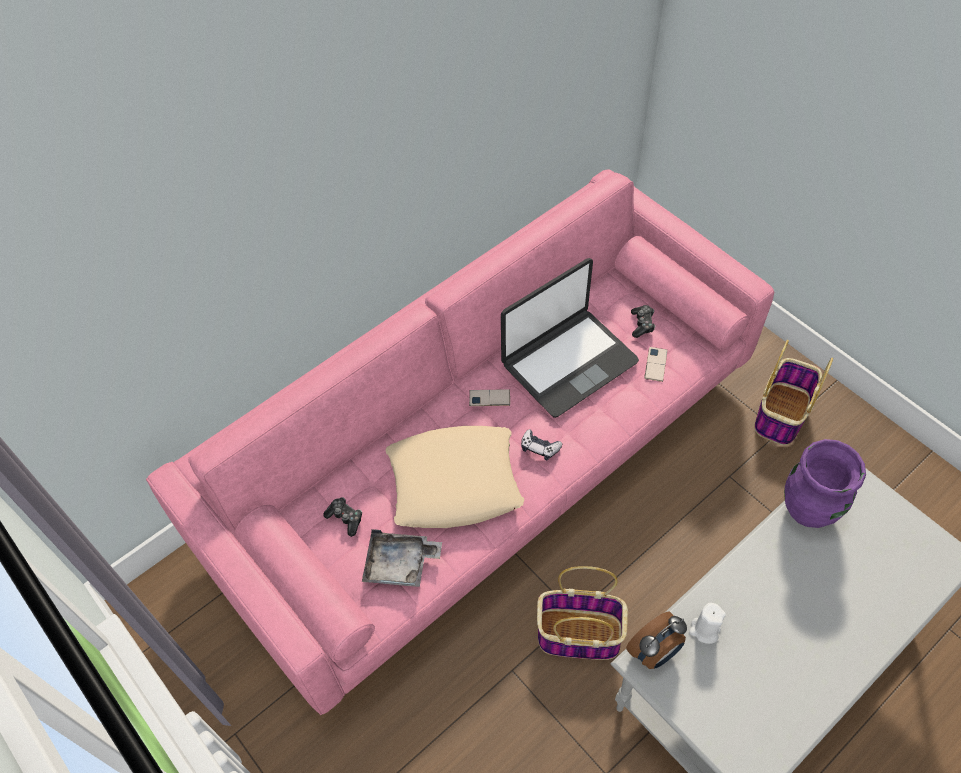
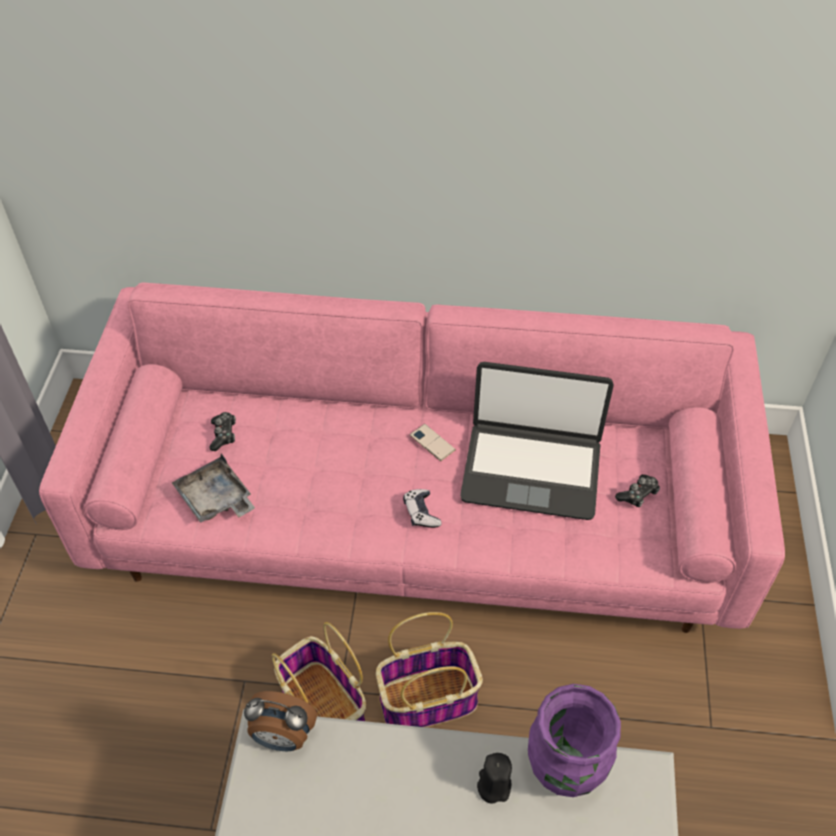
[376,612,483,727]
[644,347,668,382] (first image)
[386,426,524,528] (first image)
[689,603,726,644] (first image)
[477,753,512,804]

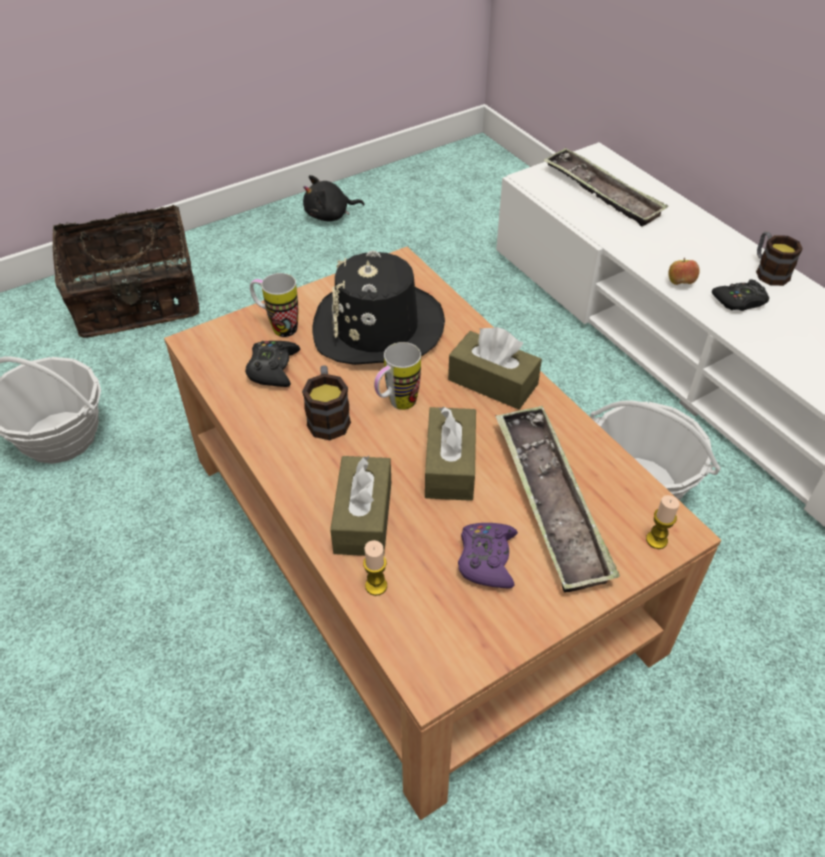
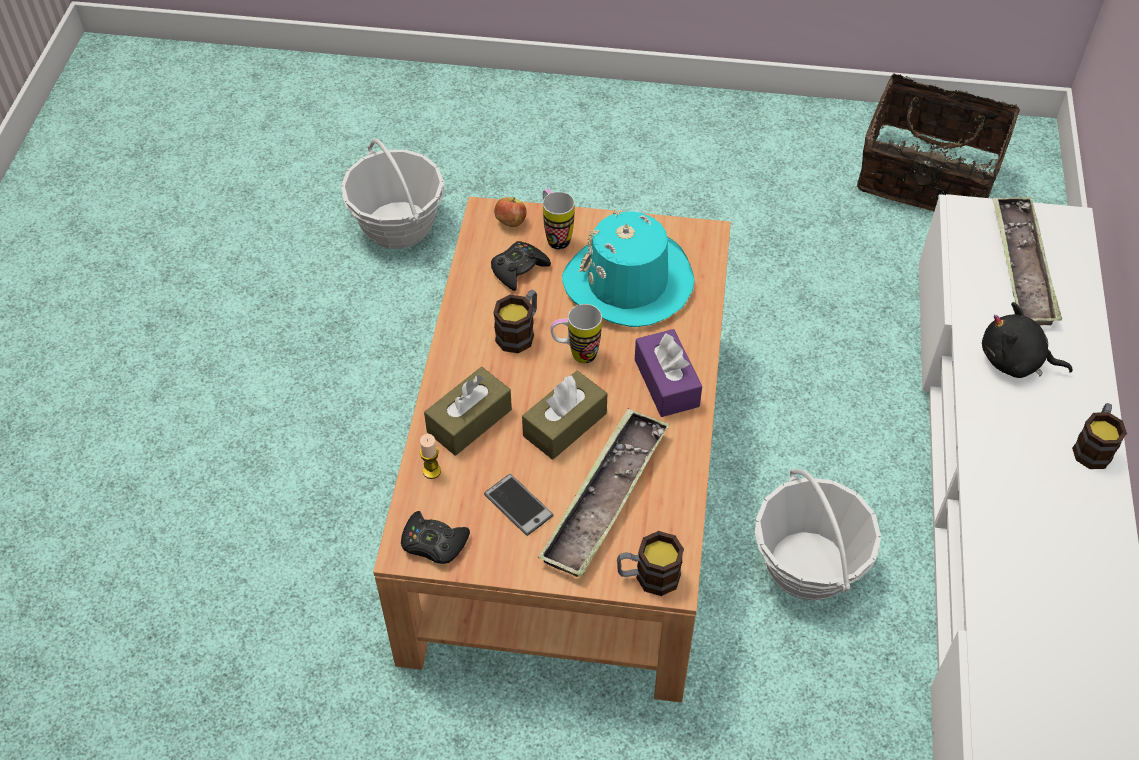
[982,302,1073,378]
[857,73,1020,211]
[562,209,695,327]
[494,197,527,227]
[401,511,470,564]
[635,329,702,417]
[617,531,684,596]
[484,474,554,536]

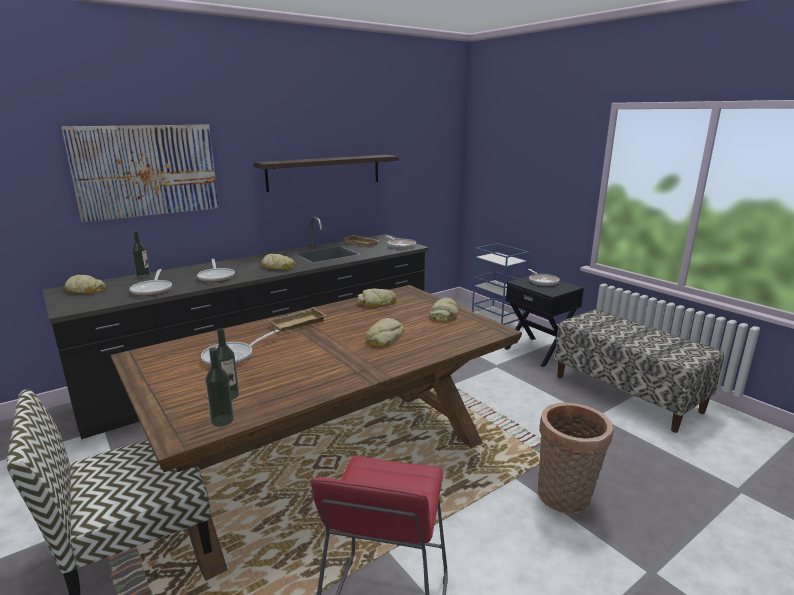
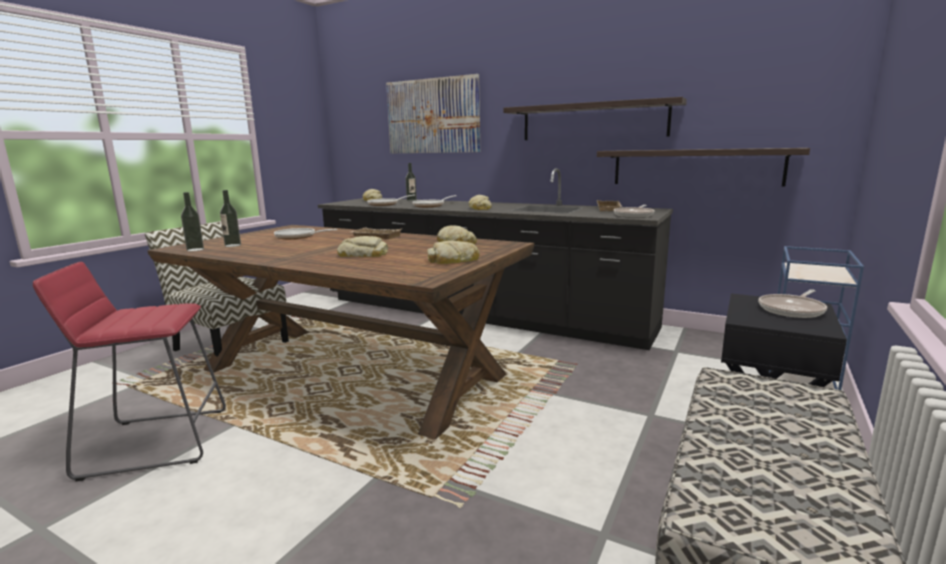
[537,402,613,514] (first image)
[597,148,810,187]

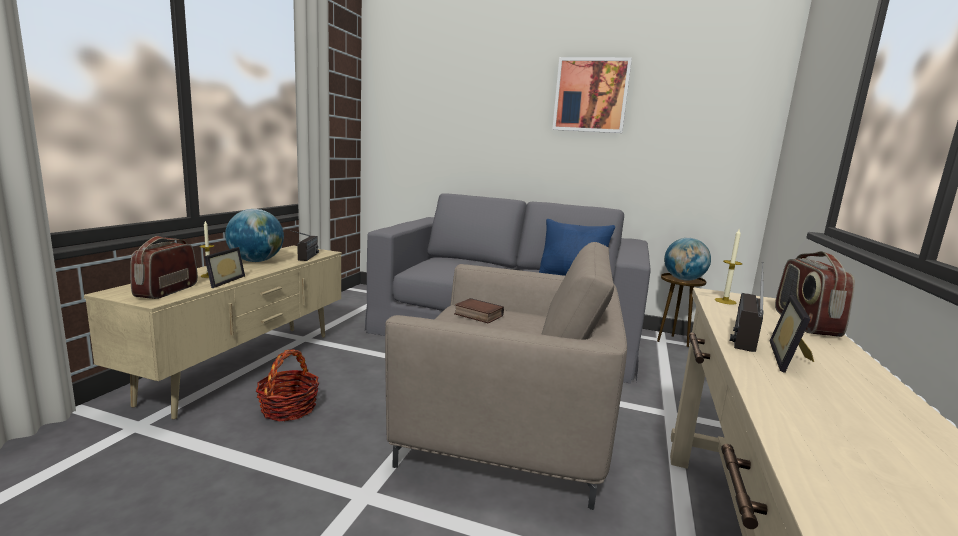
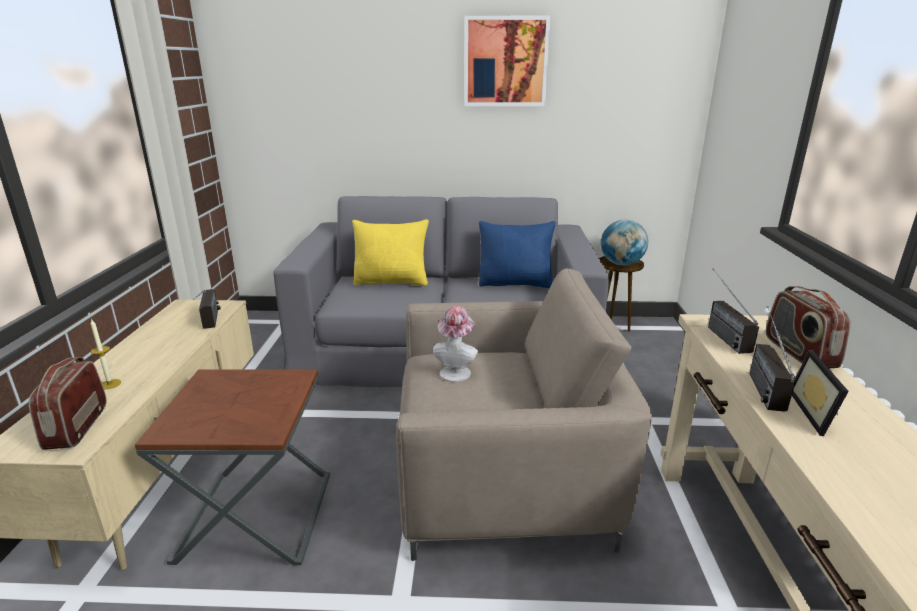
[225,209,284,262] (first image)
[708,269,759,354]
[204,247,245,288] (first image)
[433,306,478,382]
[135,369,330,565]
[352,219,429,286]

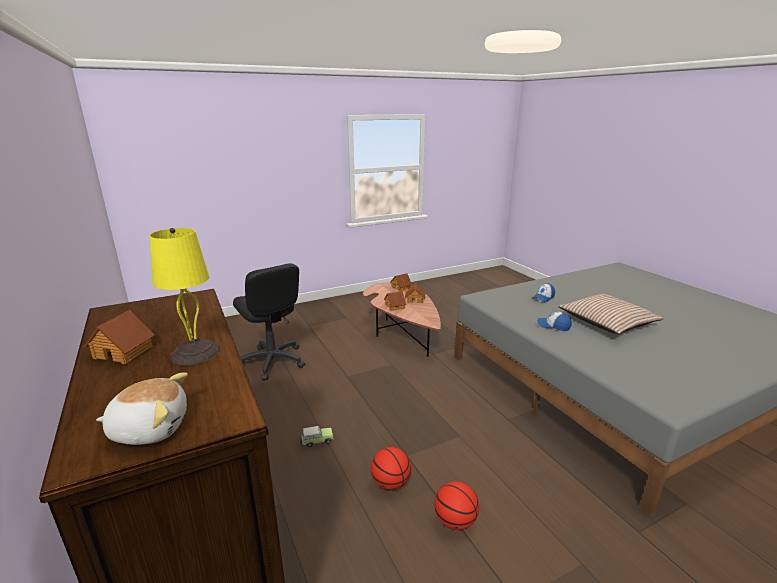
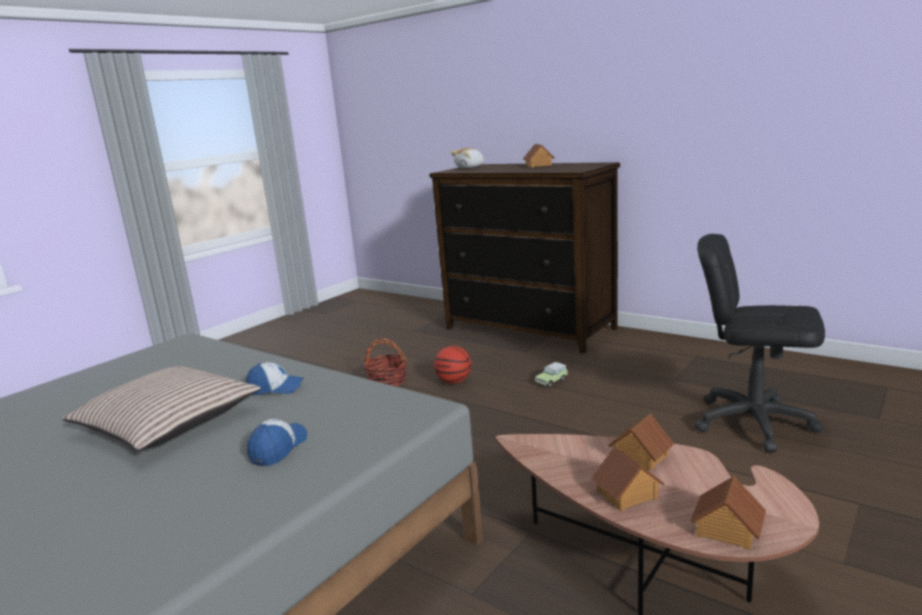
[149,228,220,365] (first image)
[364,339,407,386]

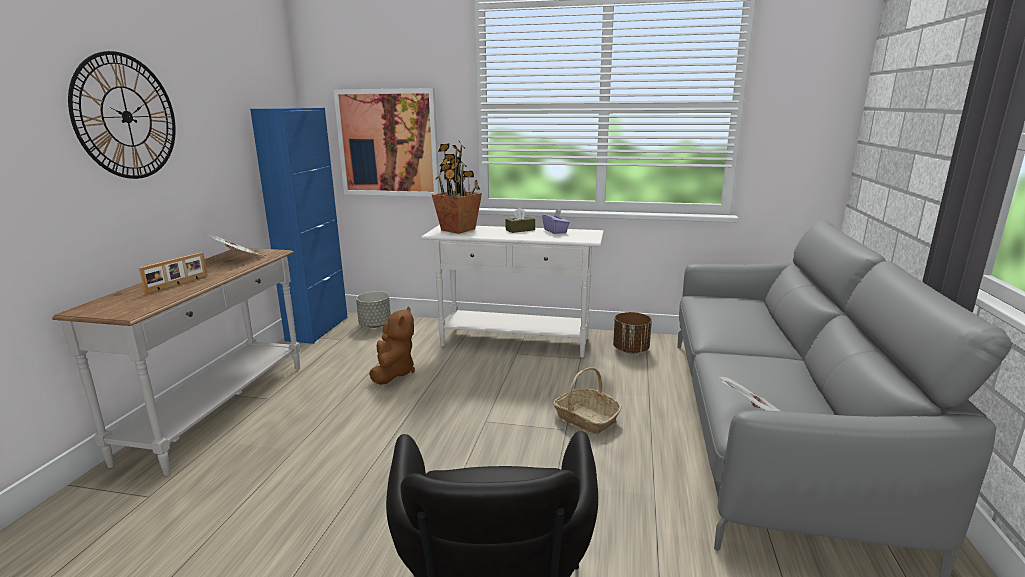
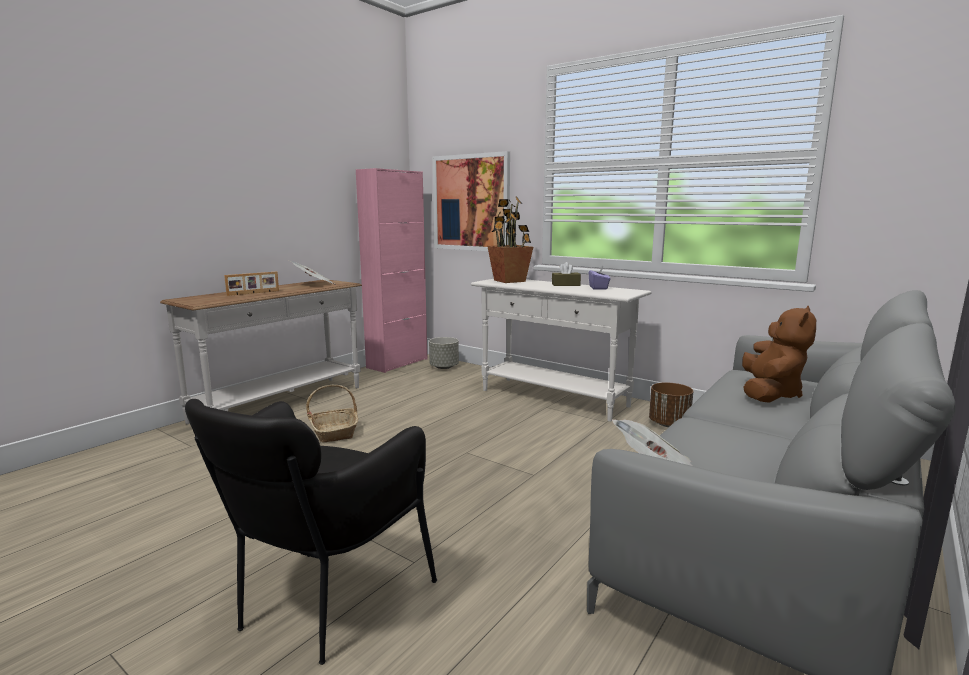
[68,51,176,179] (first image)
[356,168,427,373]
[742,306,816,403]
[306,385,358,443]

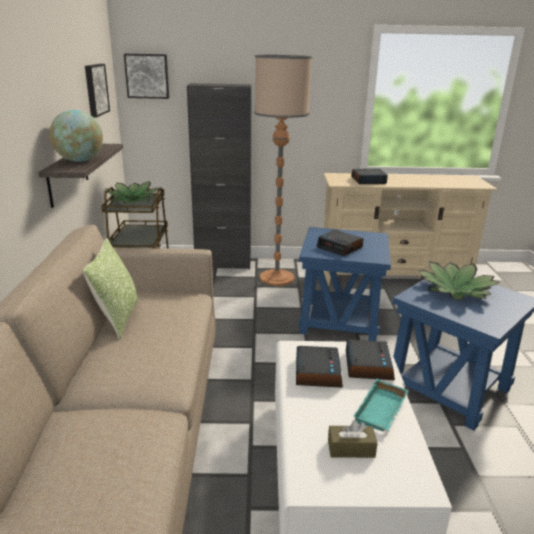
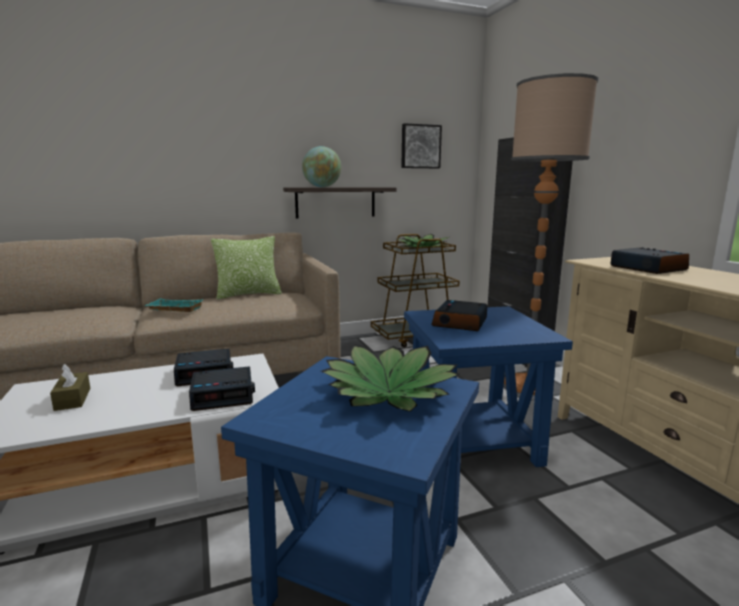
[124,54,169,99] (first image)
[144,299,203,312]

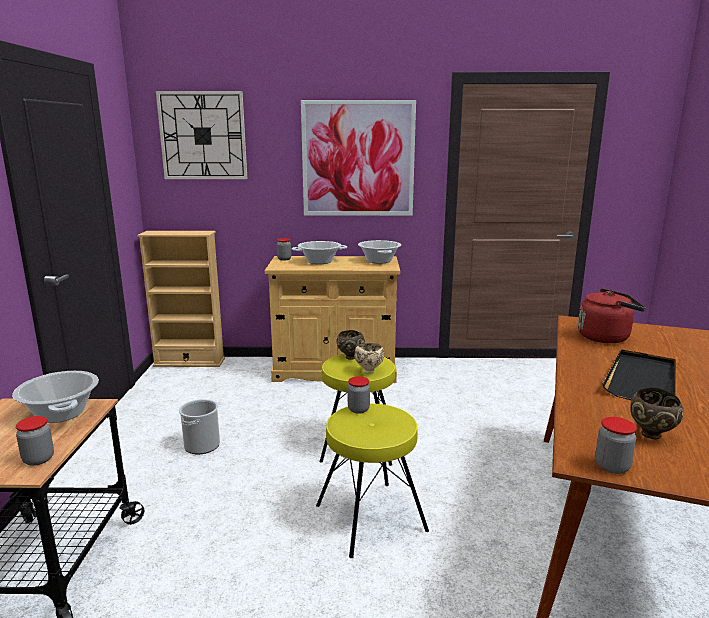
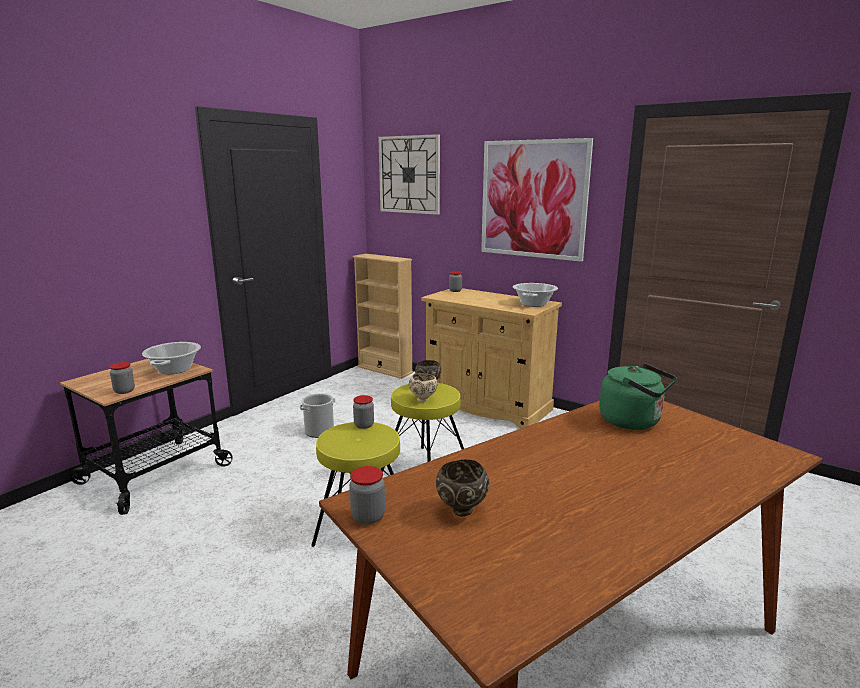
[292,241,347,264] (first image)
[599,363,677,430]
[602,349,677,400] (first image)

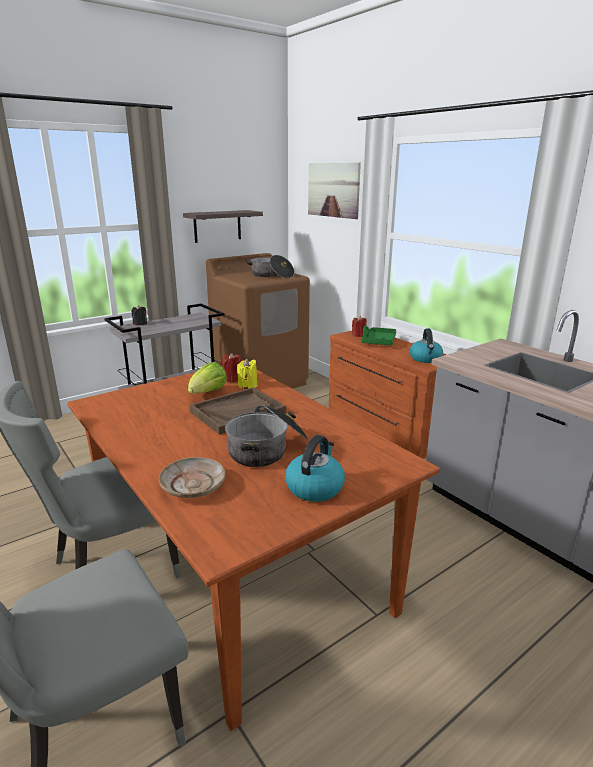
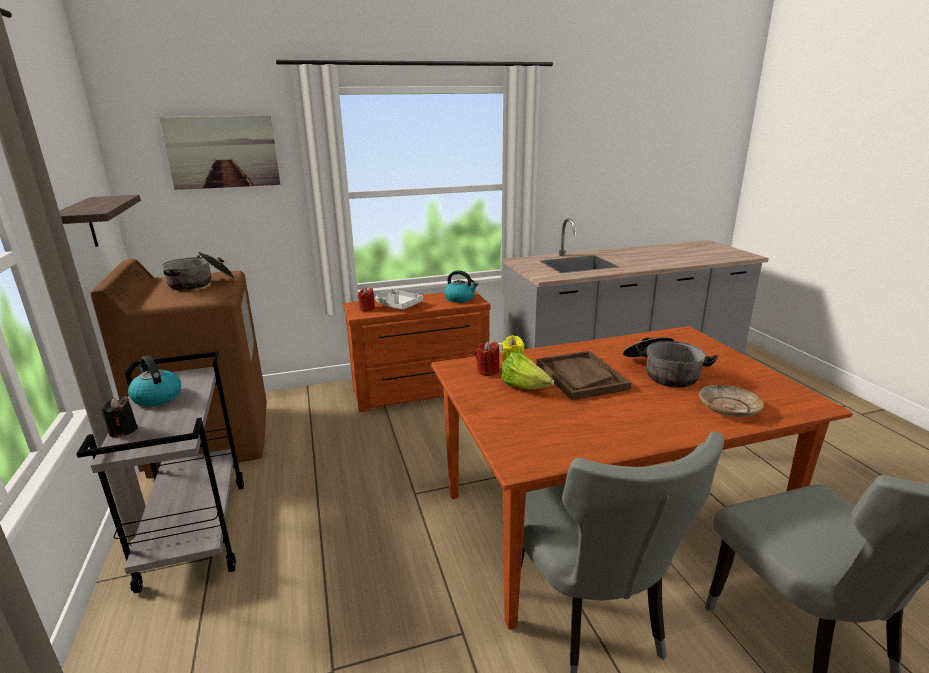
[375,289,423,310]
[128,355,181,407]

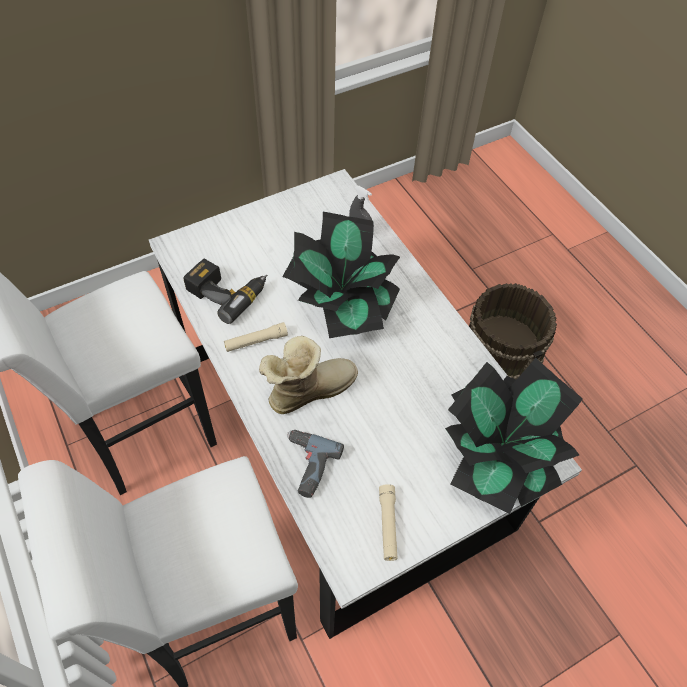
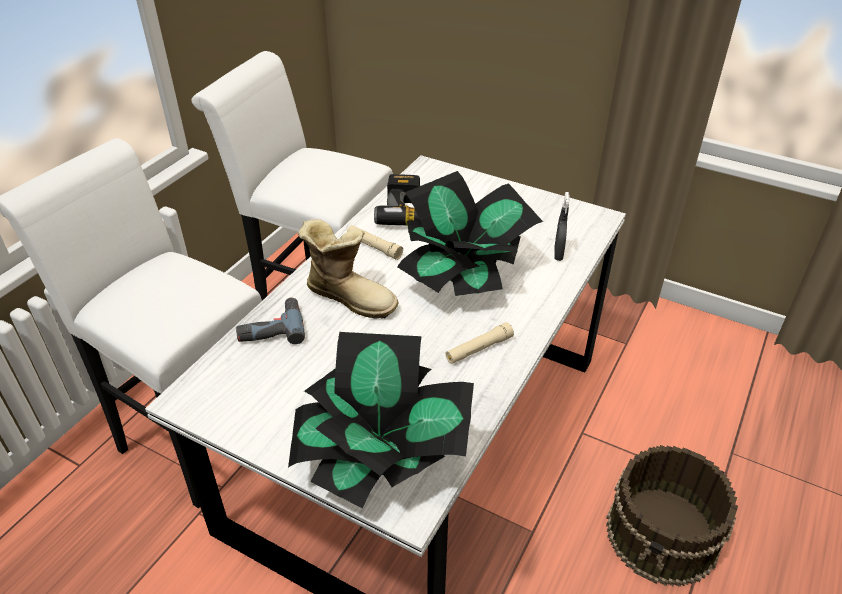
[446,322,514,364]

